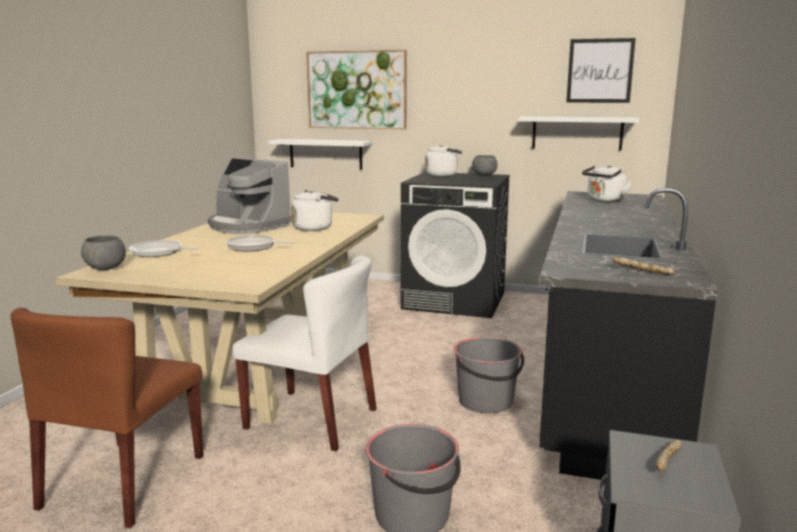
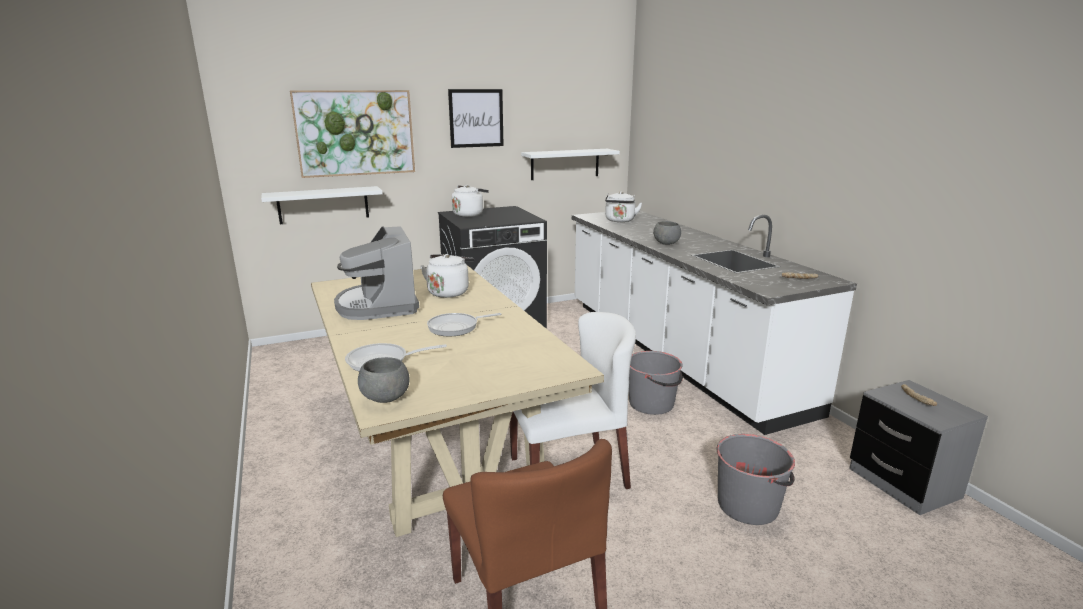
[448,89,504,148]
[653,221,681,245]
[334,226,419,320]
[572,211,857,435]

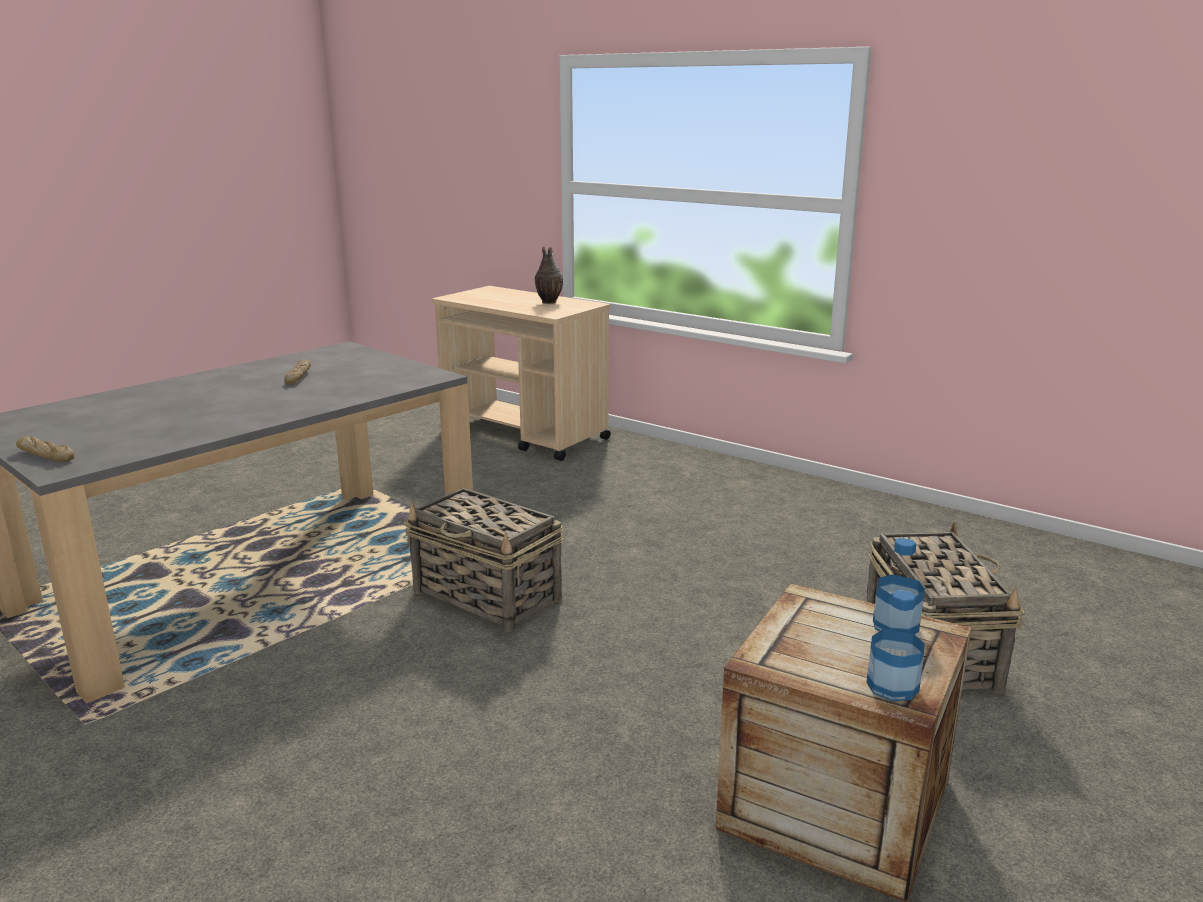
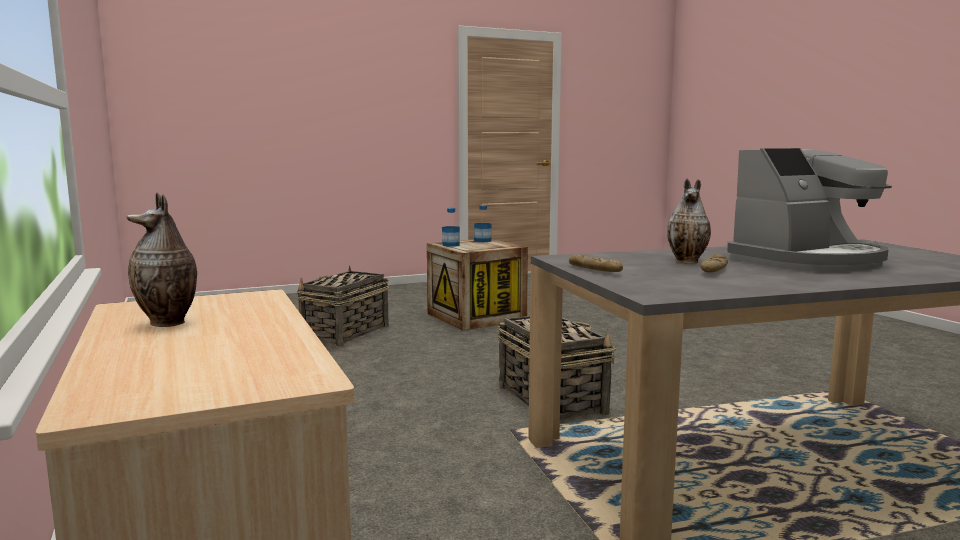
[569,254,623,272]
[727,148,892,271]
[667,178,711,263]

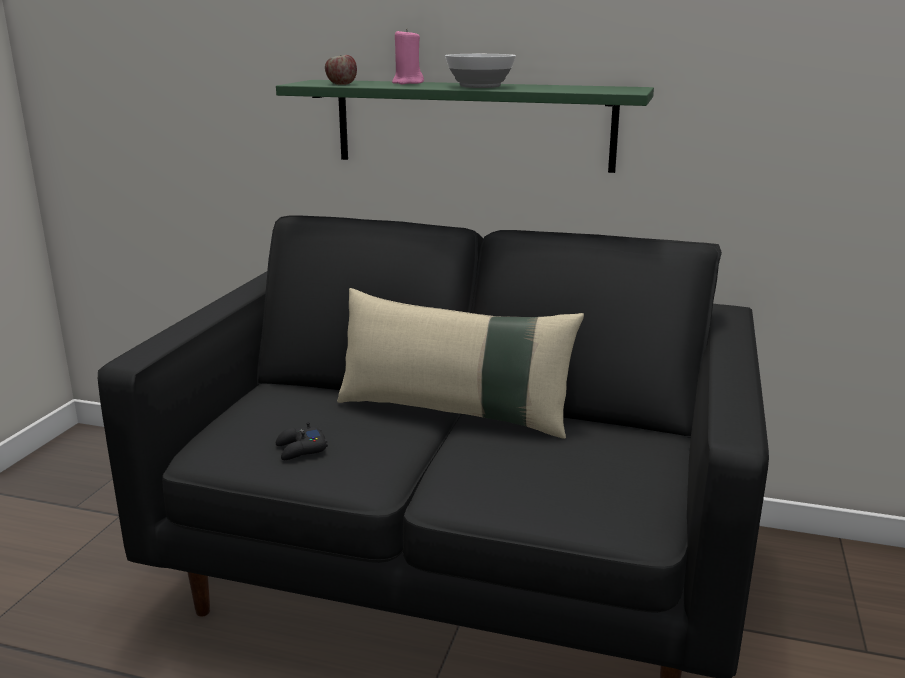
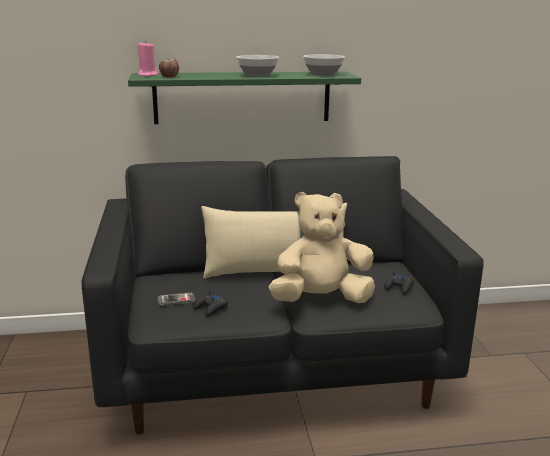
[138,41,158,77]
[303,54,345,76]
[269,192,375,303]
[384,272,414,294]
[157,292,195,306]

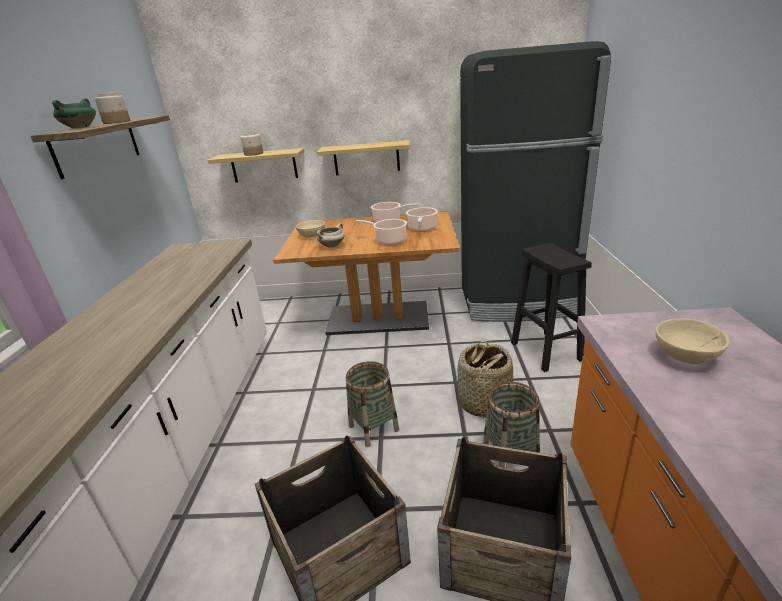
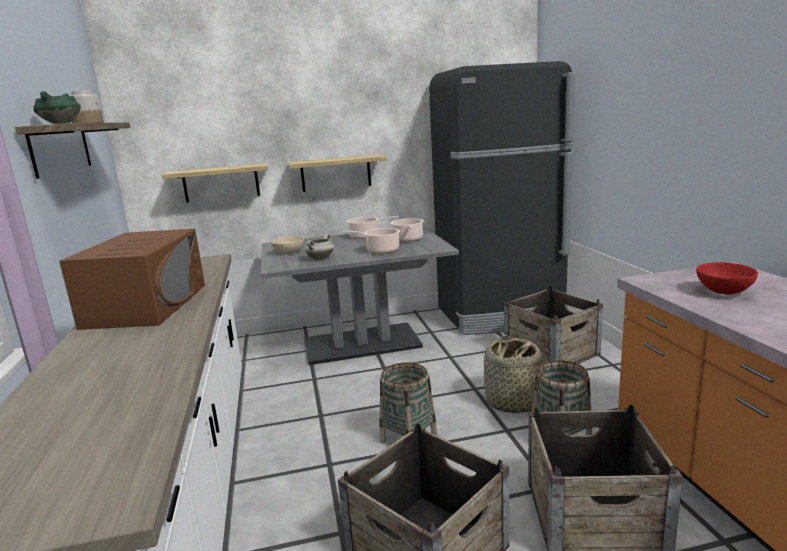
[240,132,263,156] (first image)
[261,226,459,365]
[504,285,603,364]
[696,262,758,295]
[59,229,205,330]

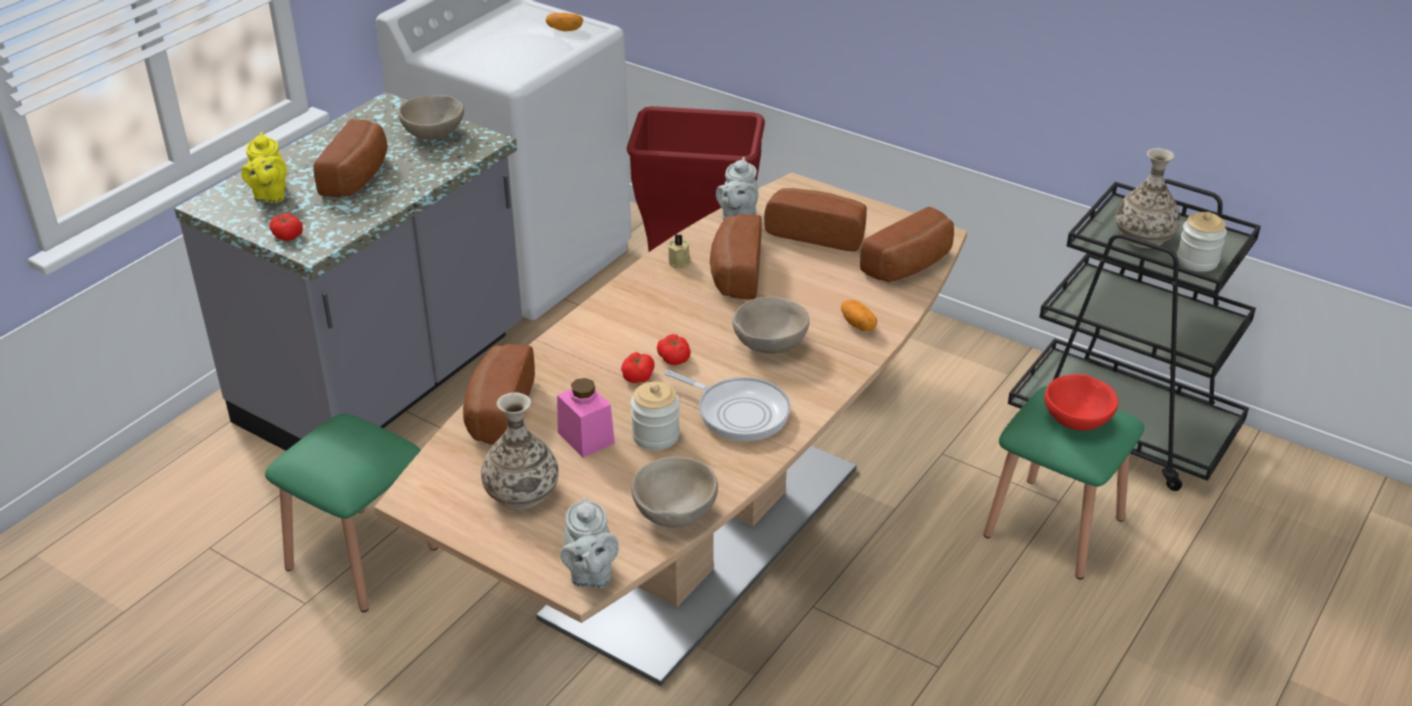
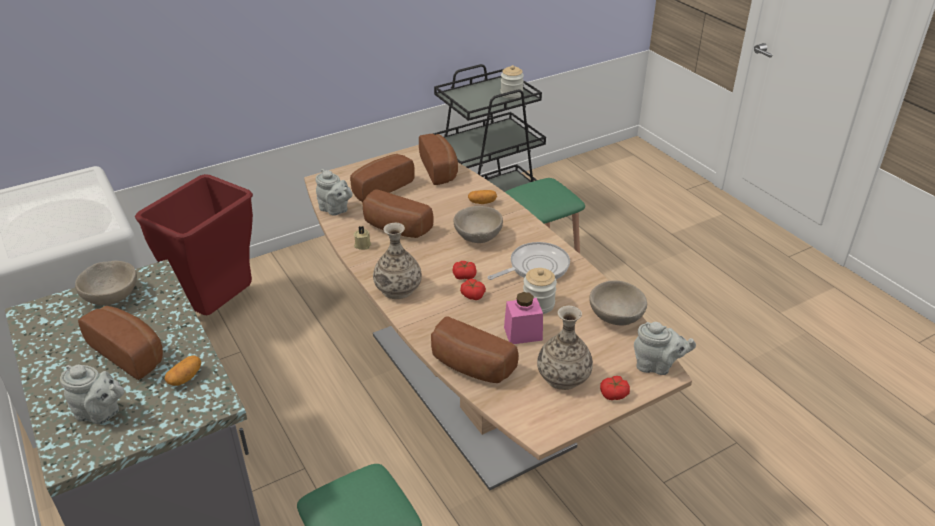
[165,355,201,386]
[60,365,125,424]
[373,223,422,299]
[600,376,630,400]
[1044,374,1118,431] (first image)

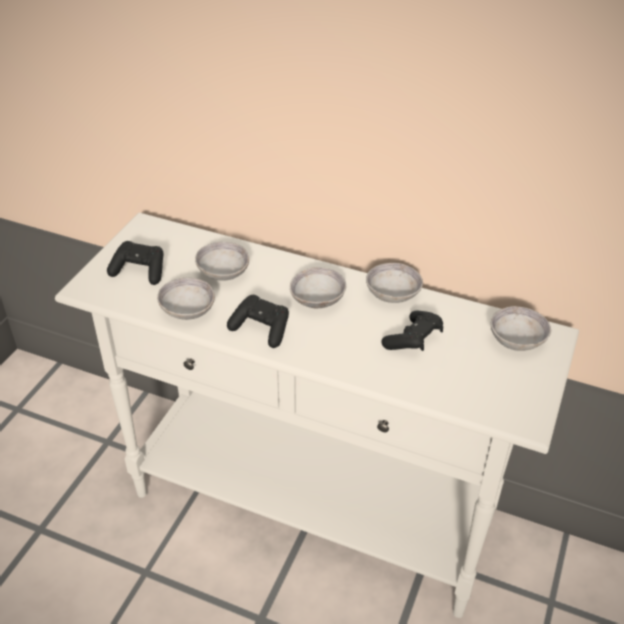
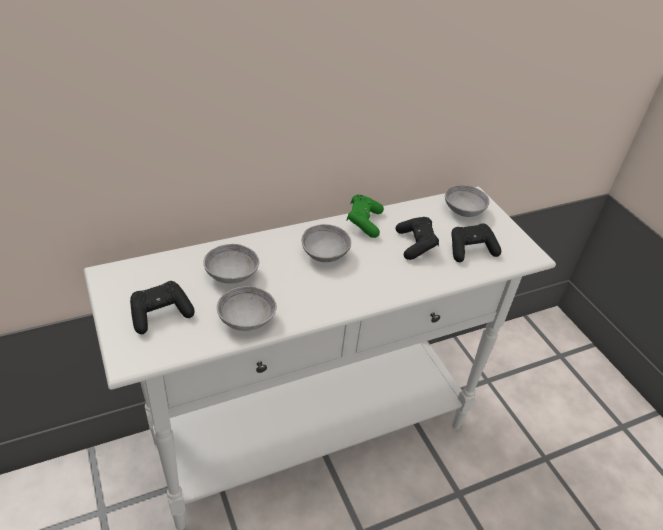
[346,194,384,238]
[452,223,501,262]

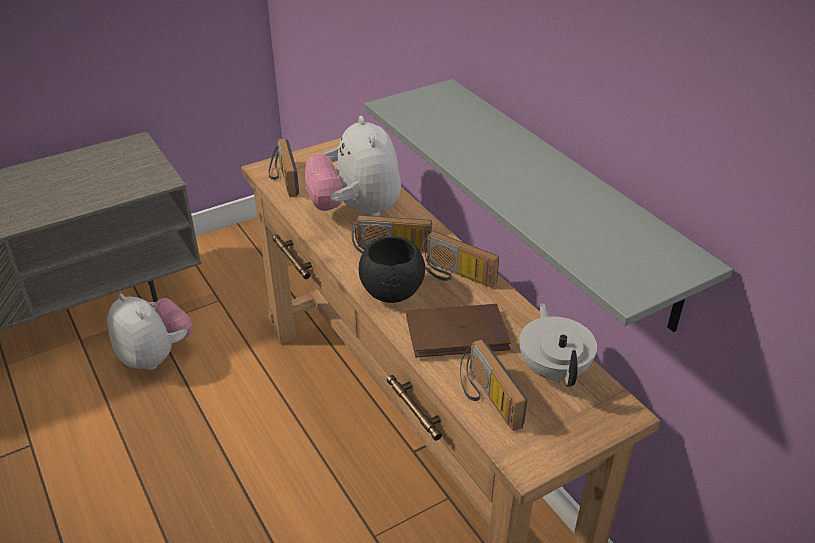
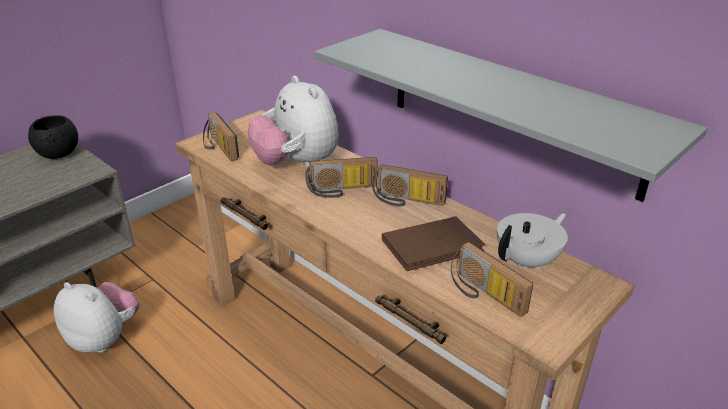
[28,115,78,159]
[497,213,568,270]

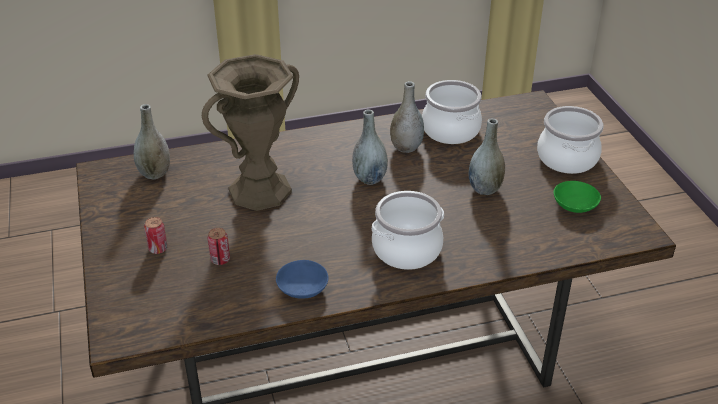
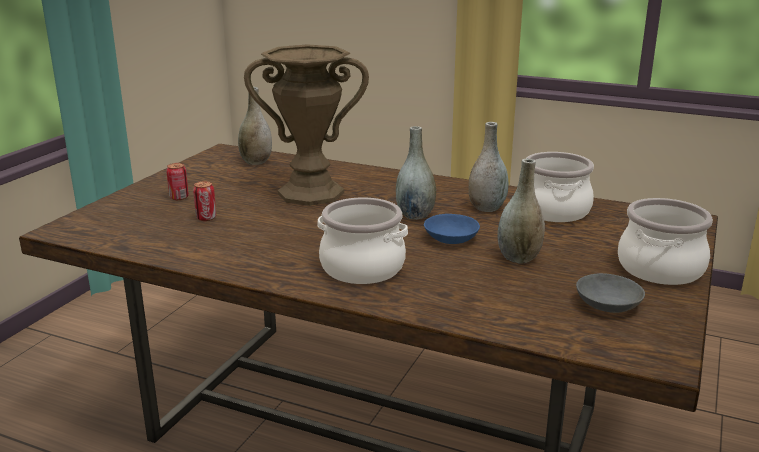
[576,273,645,313]
[424,214,480,244]

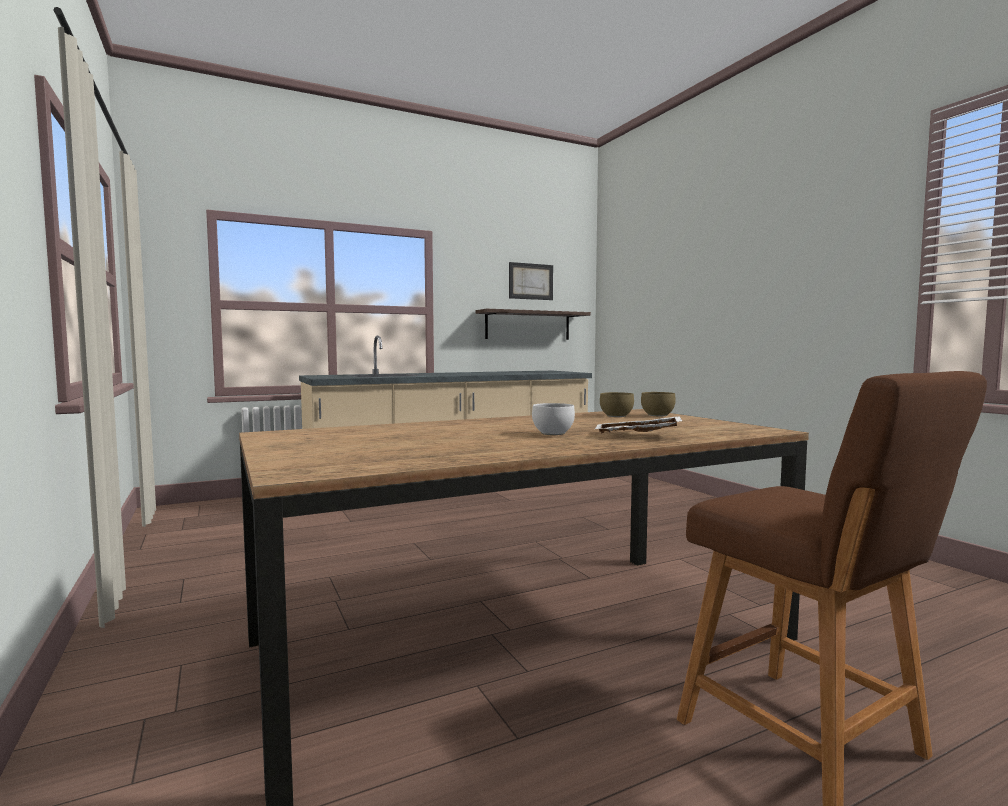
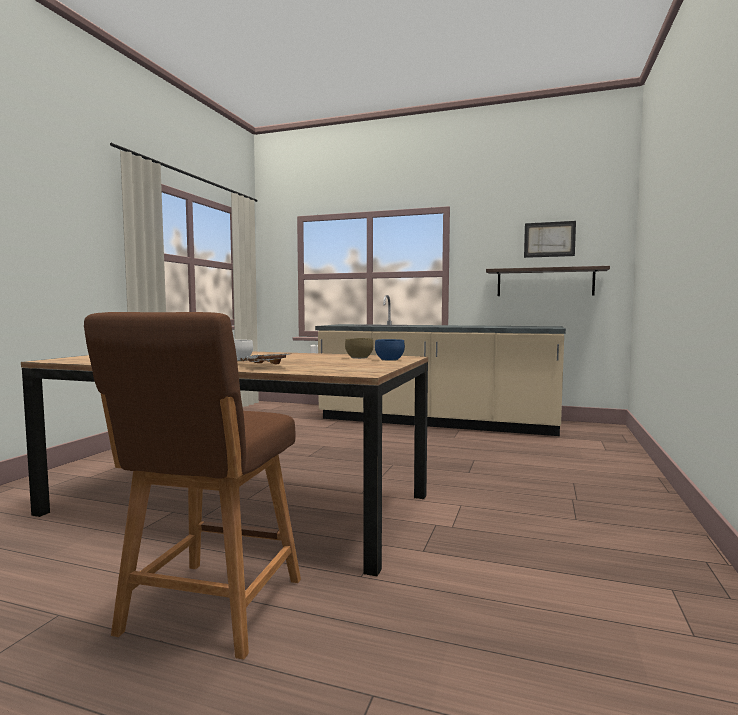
[375,339,405,361]

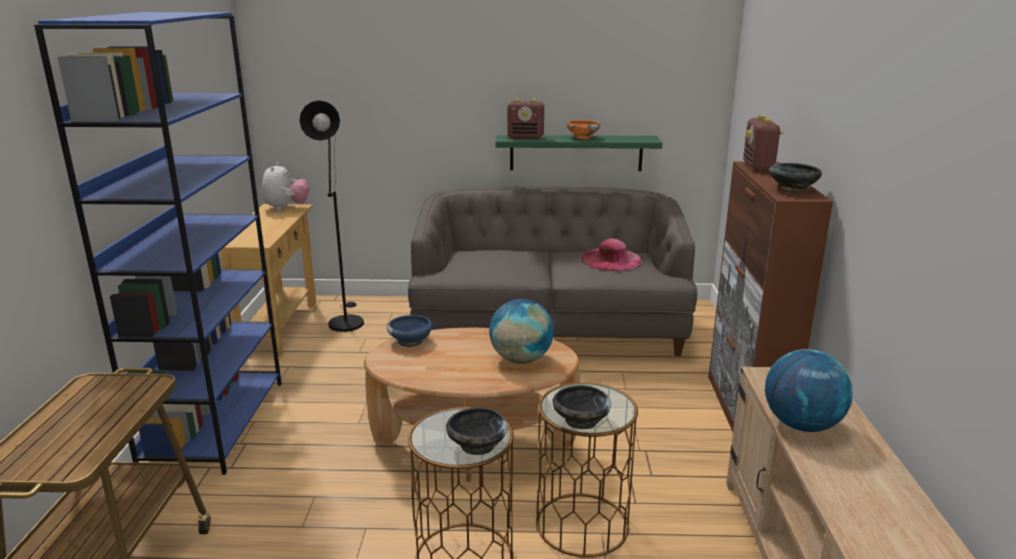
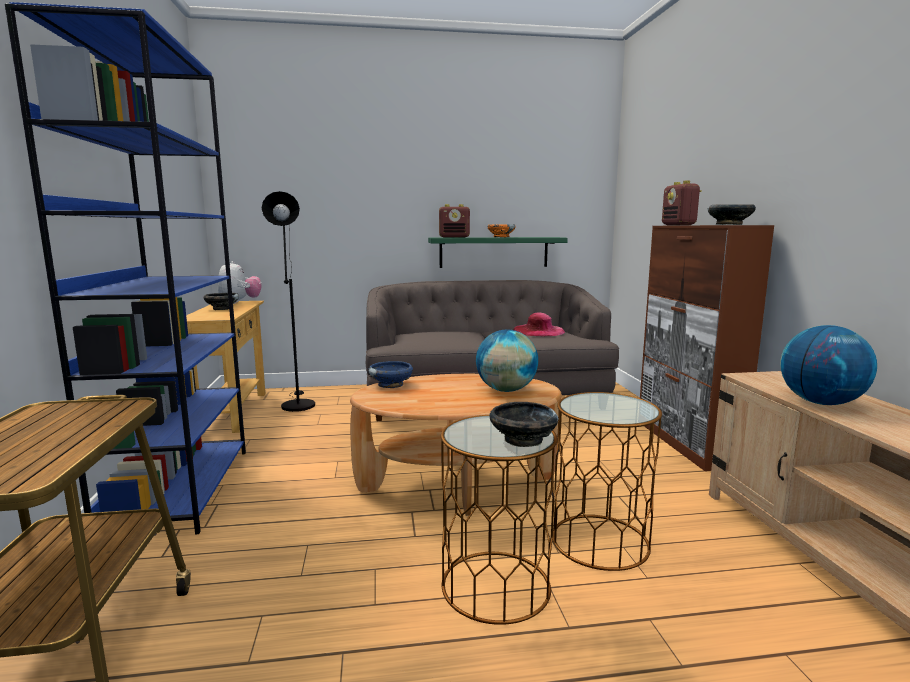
[204,293,239,310]

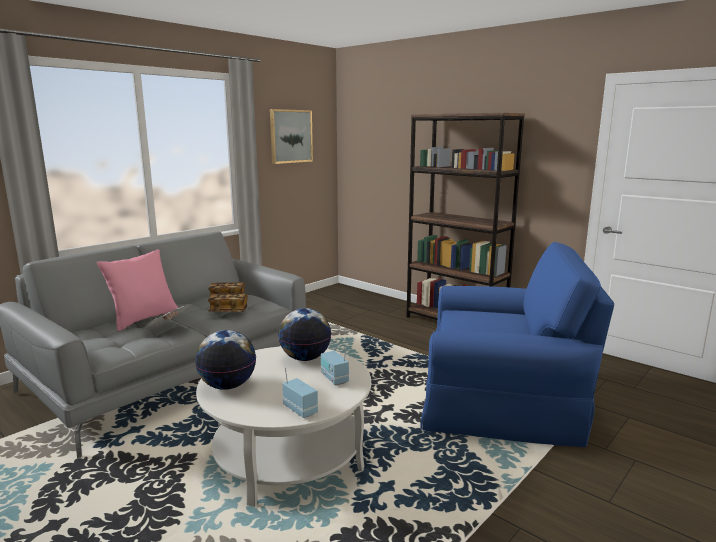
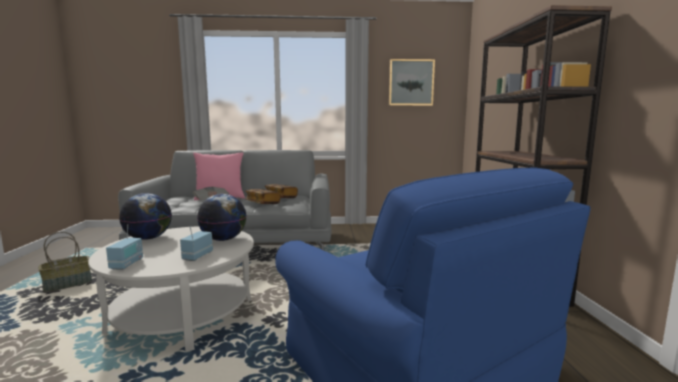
[38,232,92,292]

